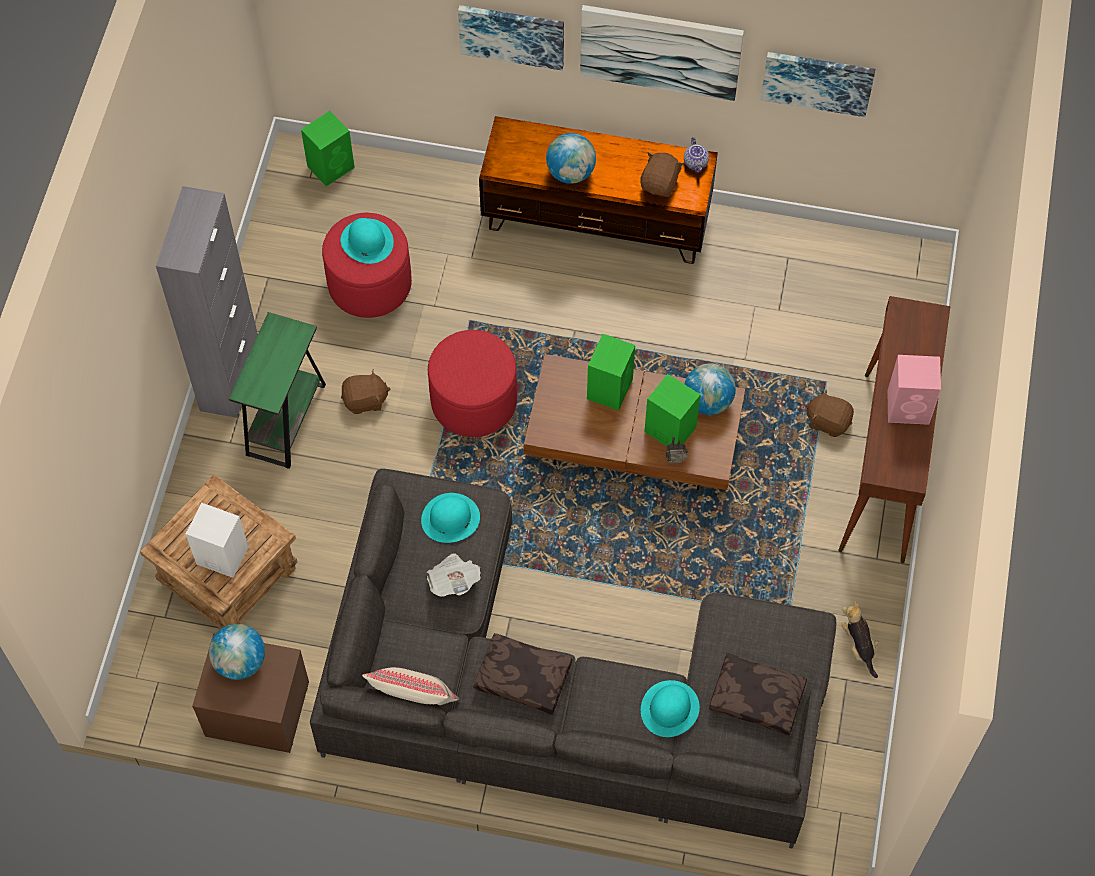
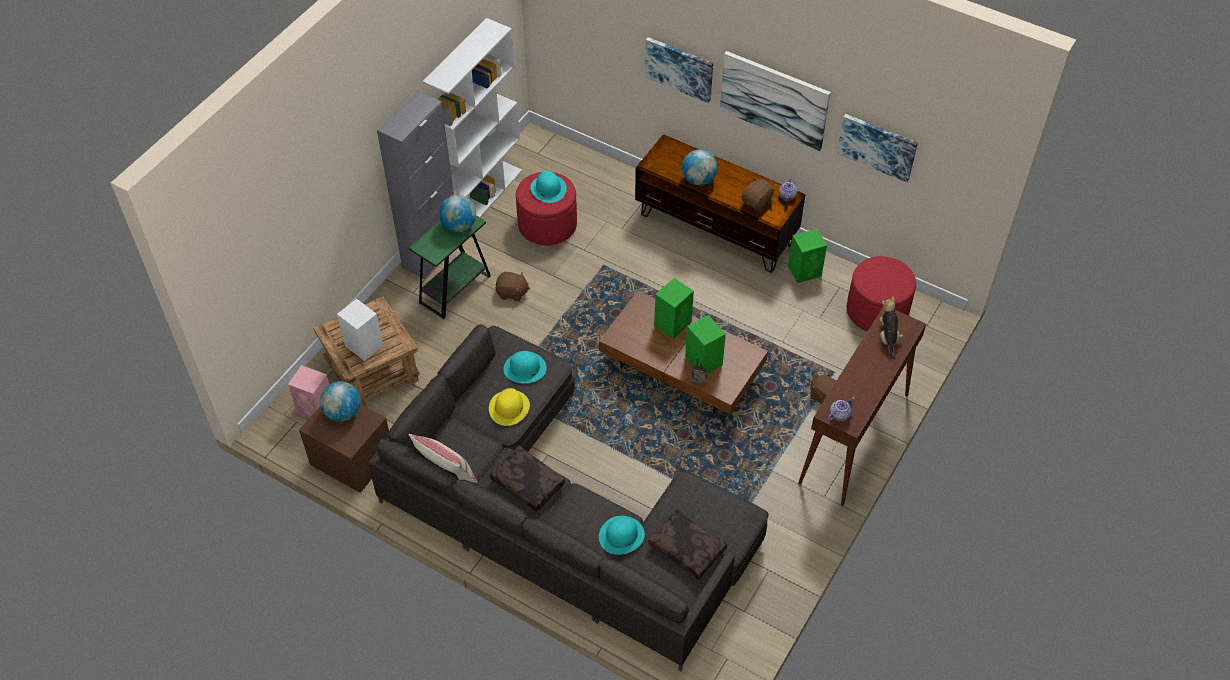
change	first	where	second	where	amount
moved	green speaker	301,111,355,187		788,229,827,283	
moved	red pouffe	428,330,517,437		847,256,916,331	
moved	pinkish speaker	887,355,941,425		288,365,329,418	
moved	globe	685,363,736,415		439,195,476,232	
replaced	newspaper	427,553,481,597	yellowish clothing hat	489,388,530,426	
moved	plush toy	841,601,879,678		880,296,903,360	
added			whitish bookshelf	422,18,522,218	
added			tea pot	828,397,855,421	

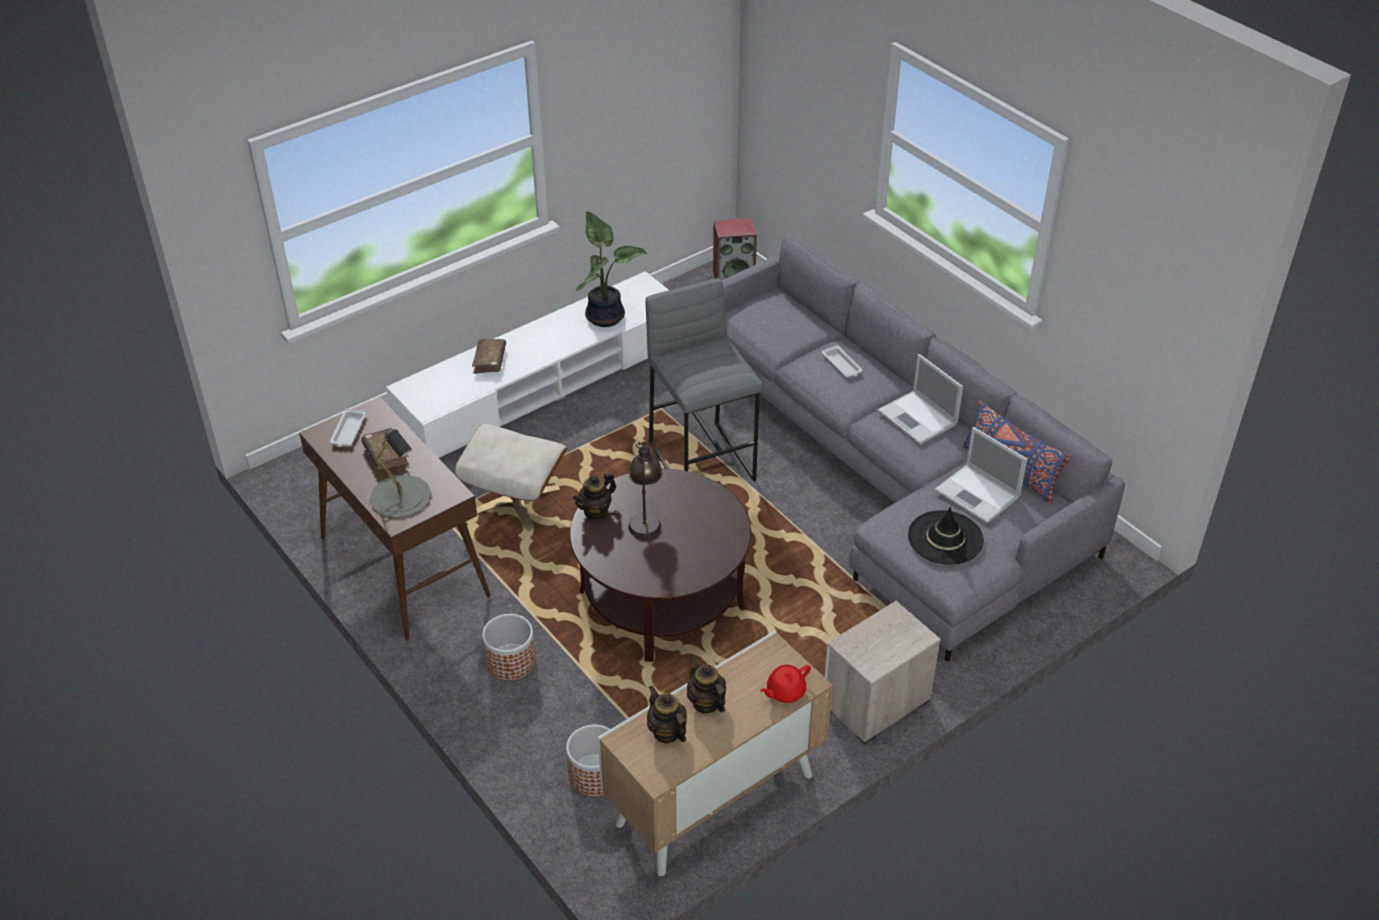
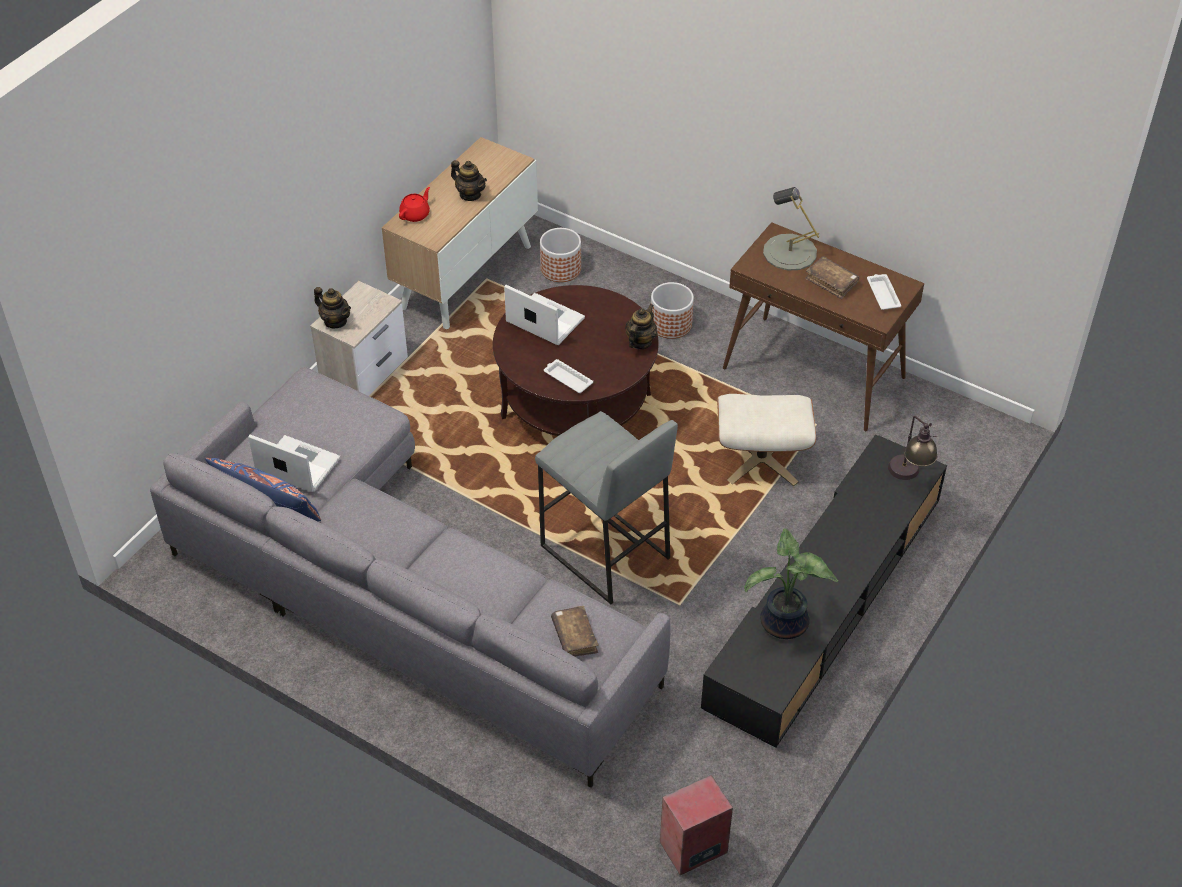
change	first	where	second	where	amount
recoloured	whitish tv unit	386,271,668,458	black-coloured tv unit	701,434,947,748	
moved	brownish volume	472,339,506,374		551,606,599,657	
moved	whitish serving tray	821,345,863,377		544,359,593,393	
moved	notebook computer	878,354,963,445		504,285,585,345	
moved	table lamp	628,441,662,539		888,416,937,480	
removed	black-coloured clothing hat	908,507,984,565			
moved	tea pot	647,685,687,743		314,287,351,328	

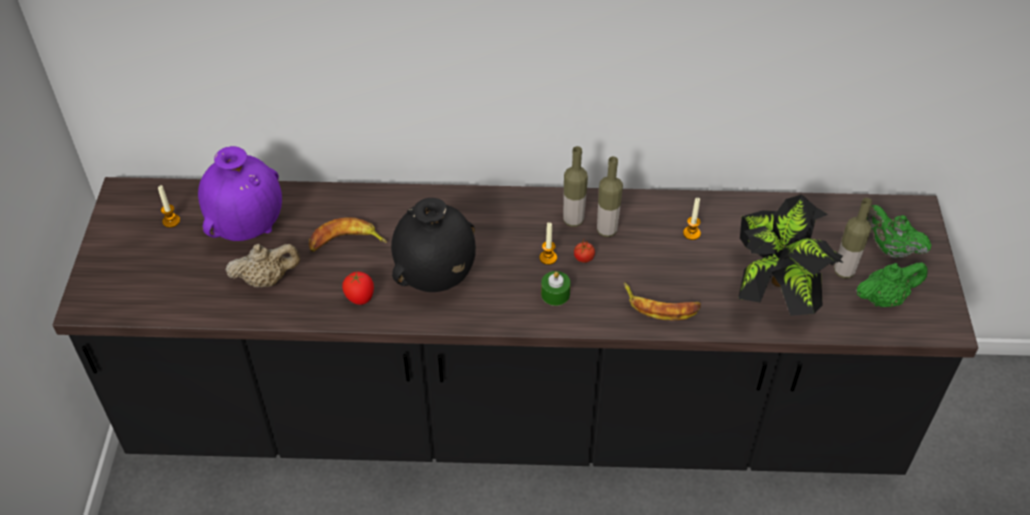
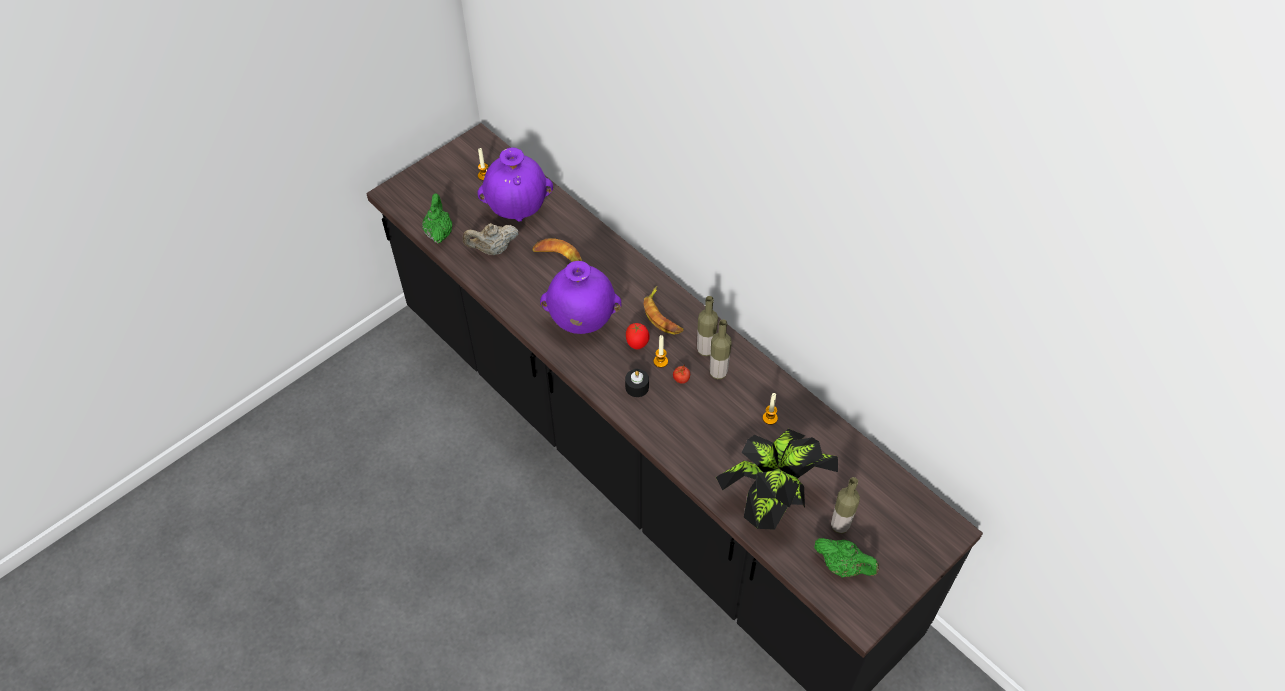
change	first	where	second	where	amount
recoloured	black-coloured flower vase	391,198,476,292	purplish flower vase	540,261,622,334	
moved	green tea pot	866,205,932,258		422,193,452,243	
turned	beige tea pot	225,244,300,287		463,223,519,255	135 degrees clockwise
recoloured	green wax candle	541,271,571,306	black-coloured wax candle	625,369,649,397	
moved	fresh tomato	342,272,374,305		626,323,649,349	
moved	whole banana	624,283,701,321		644,286,684,335	

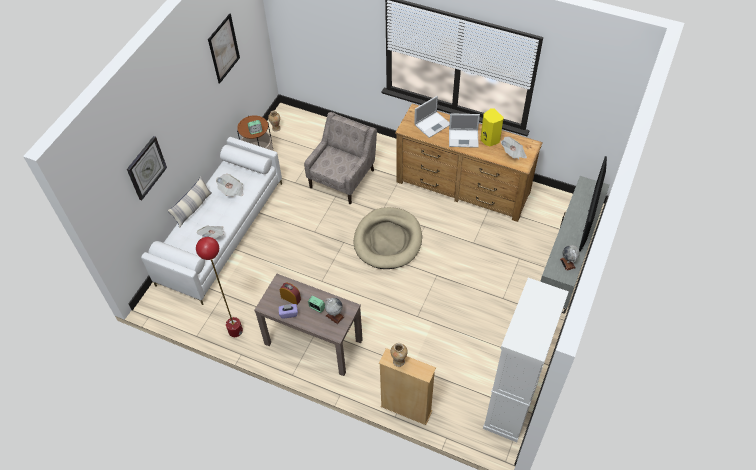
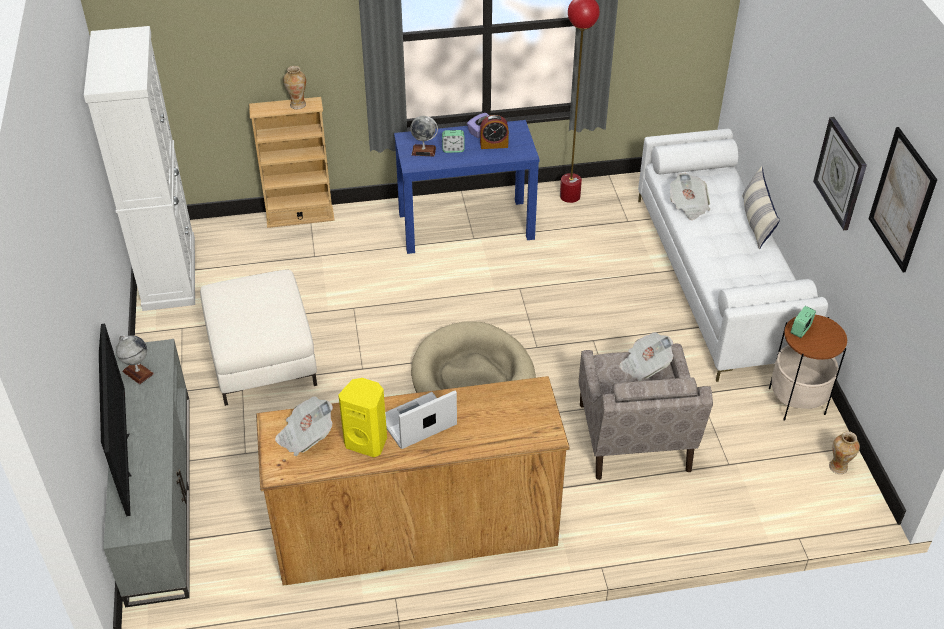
change	first	where	second	where	amount
removed	notebook computer	414,96,450,138			
moved	clock on the wall	127,136,167,200		813,117,867,231	
moved	newspaper	216,174,243,197		619,332,673,381	
recoloured	brownish hall table	254,273,363,376	blue-coloured hall table	394,120,540,254	
added			whitish pouffe	200,270,317,406	

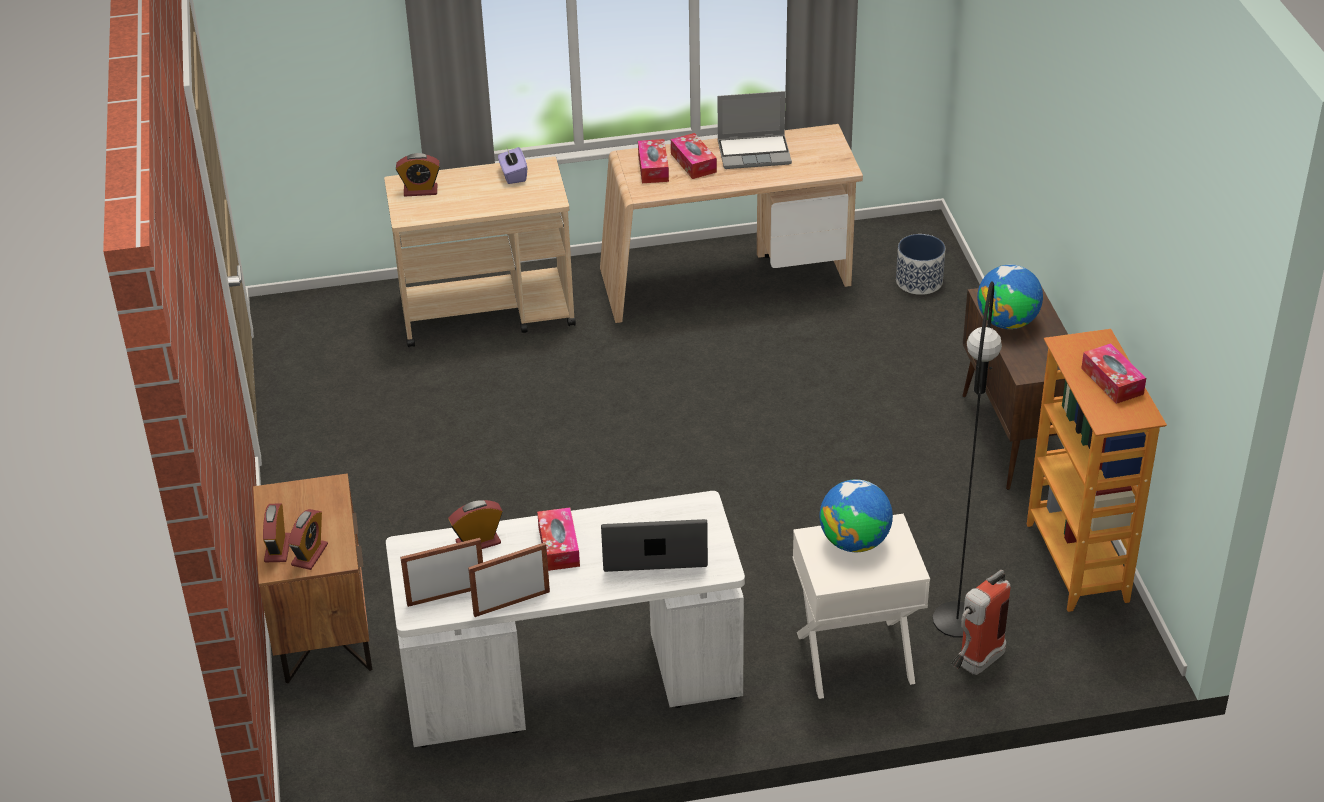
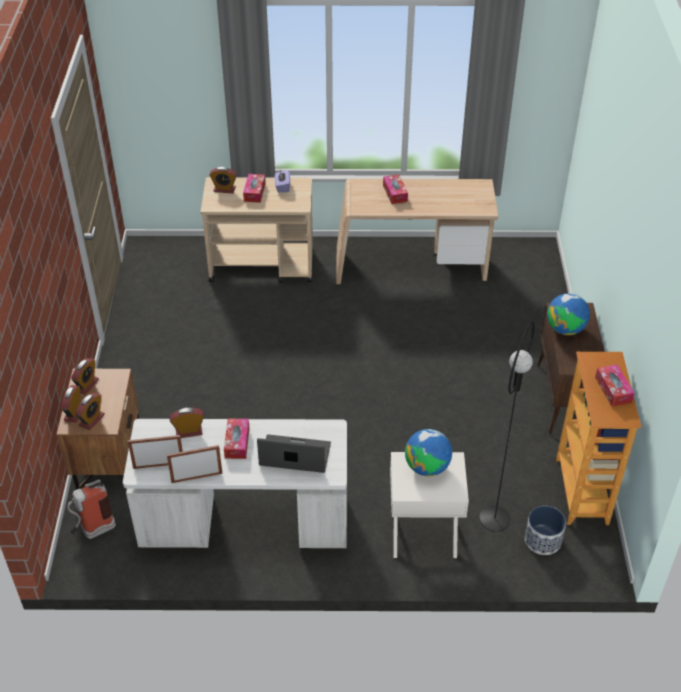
change	first	where	second	where	amount
removed	notebook computer	718,91,792,169			
moved	tissue box	638,139,669,183		243,174,266,203	
moved	plant pot	896,234,945,295		525,506,566,555	
moved	fire-fighting cylinder	951,570,1011,675		67,480,116,539	
added			table clock	71,358,99,395	

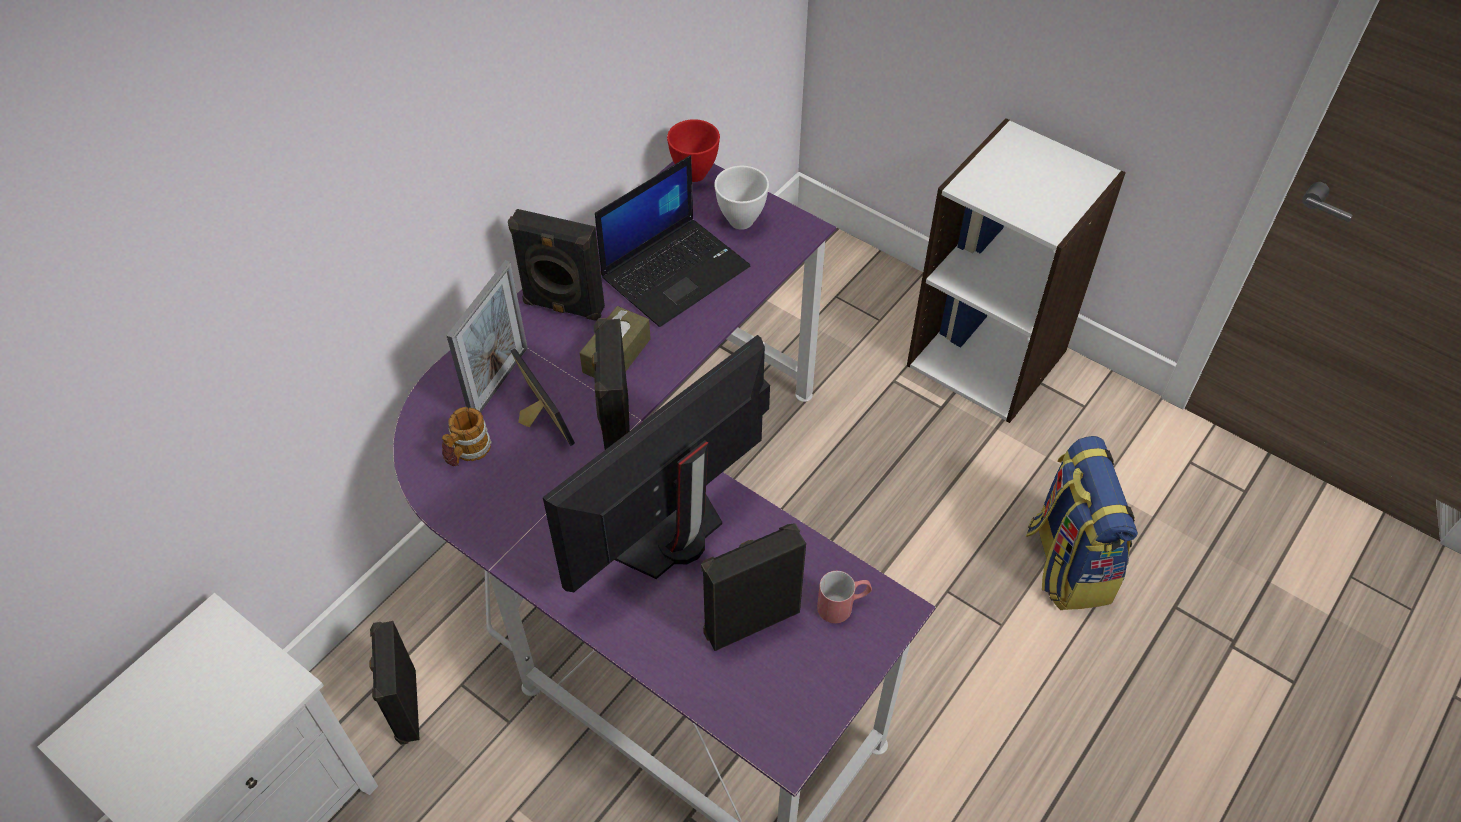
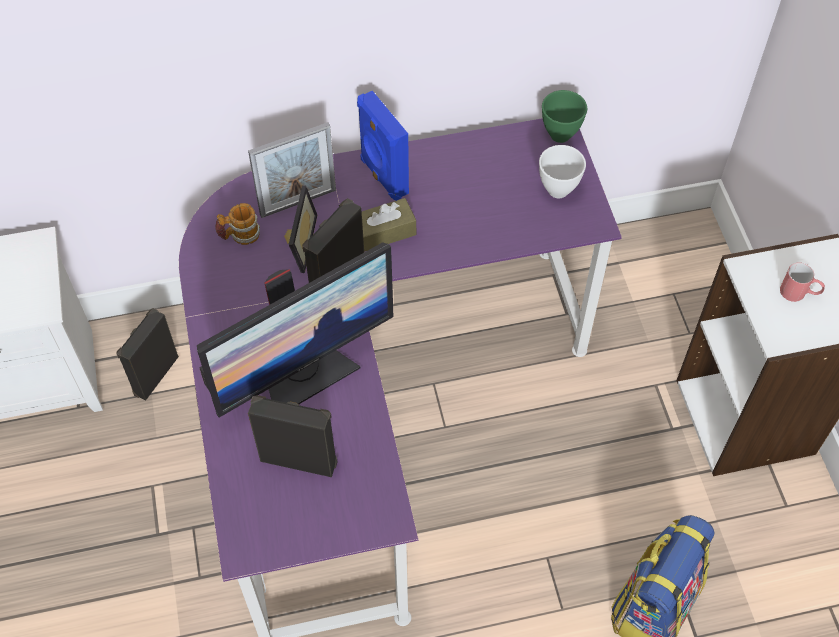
change	first	where	second	where	amount
recoloured	red serving bowl	667,119,720,182	green serving bowl	542,90,587,143	
removed	notebook computer	595,155,750,327			
recoloured	black-coloured speaker	508,209,605,321	blue-coloured speaker	357,91,409,201	
turned	monitor	543,335,770,592		197,242,394,417	150 degrees clockwise
moved	red tea mug	817,571,872,623		780,262,825,302	

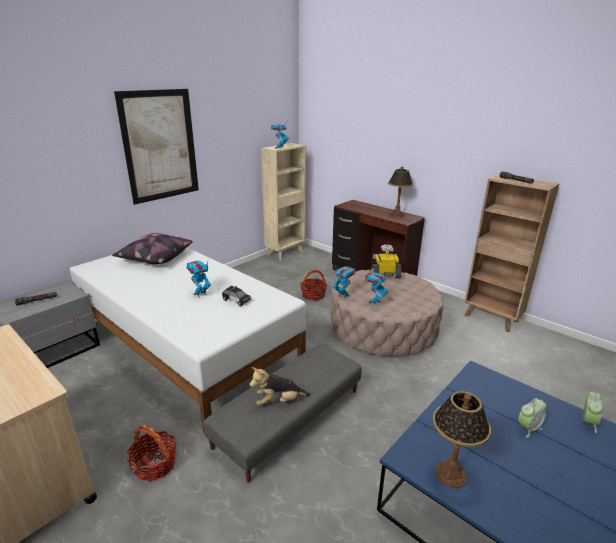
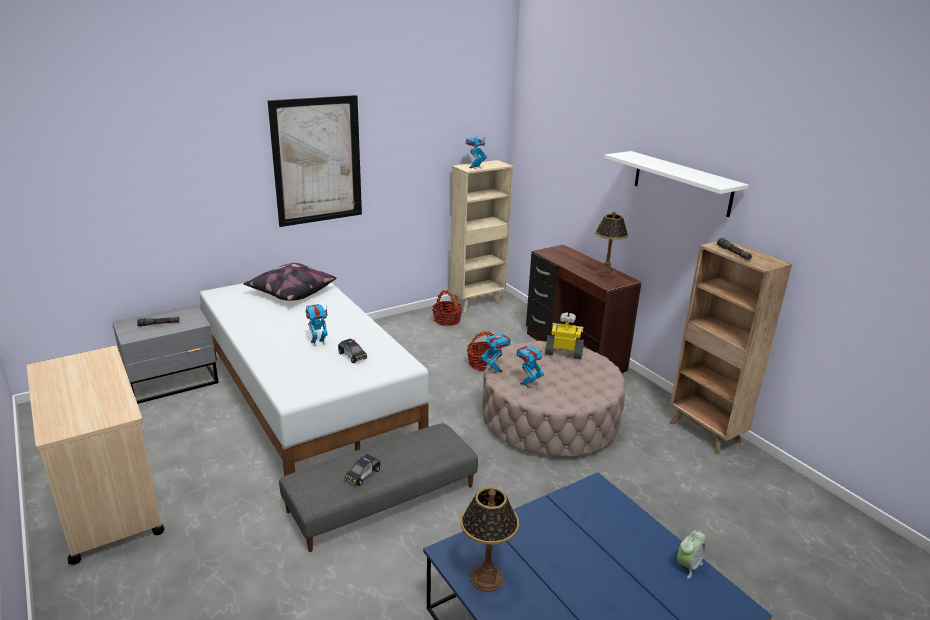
change	first	where	second	where	amount
replaced	plush toy	249,367,310,405	toy car	345,454,381,486	
removed	table clock	518,398,547,438			
moved	basket	127,425,176,482		432,290,463,326	
added			whitish shelf	604,151,748,217	

